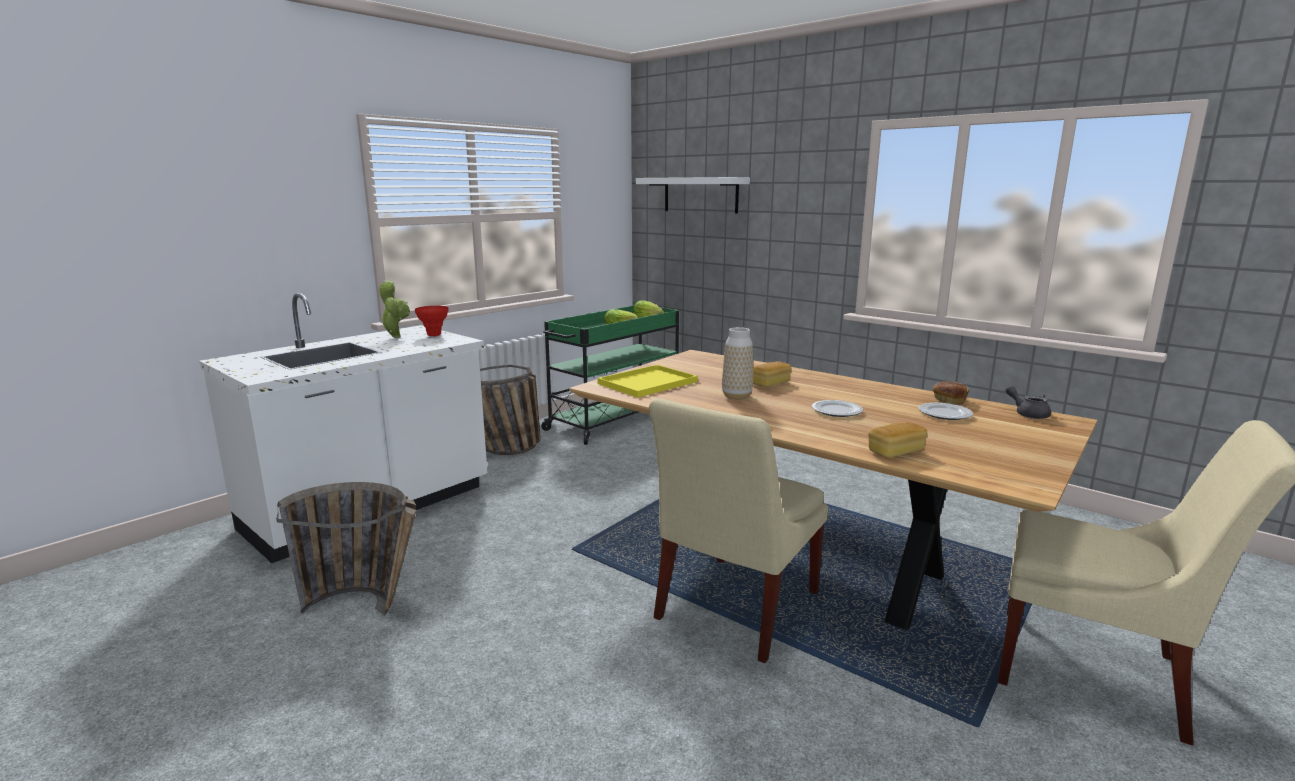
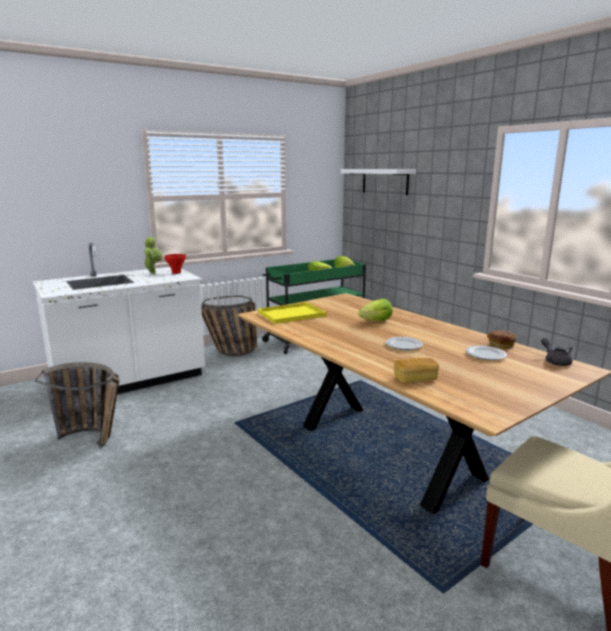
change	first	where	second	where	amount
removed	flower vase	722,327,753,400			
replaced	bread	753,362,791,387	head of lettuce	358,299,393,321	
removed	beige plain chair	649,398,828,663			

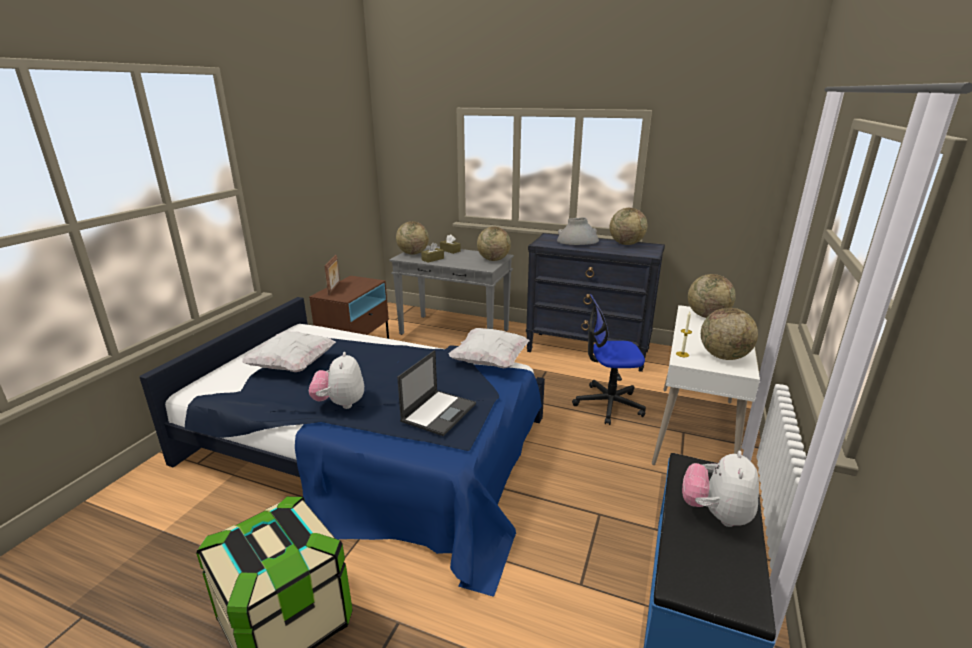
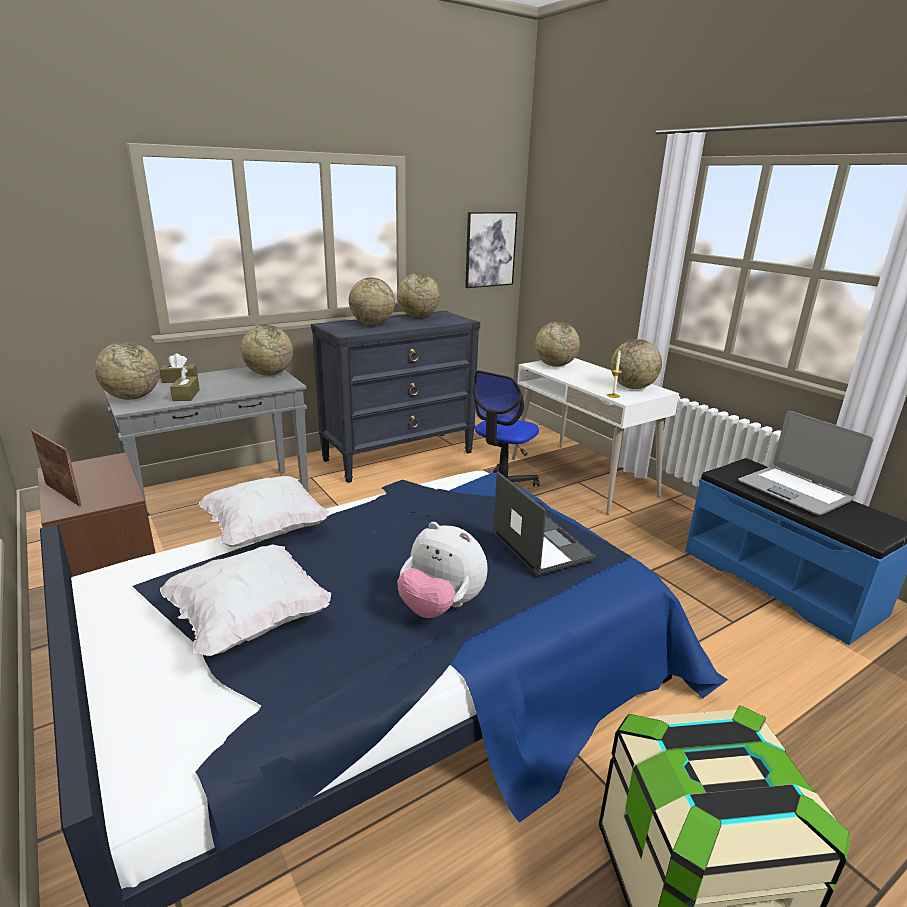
change	first	where	second	where	amount
replaced	greyish flower vase	557,217,599,245	globe	349,278,395,325	
moved	whitish cushion	448,328,530,369		199,476,329,547	
replaced	plush toy	682,451,759,527	notebook computer	738,411,874,515	
added			wall art	465,212,518,288	

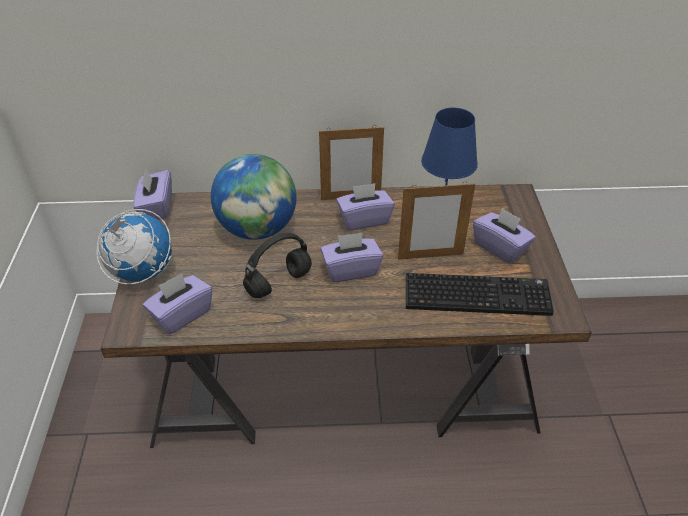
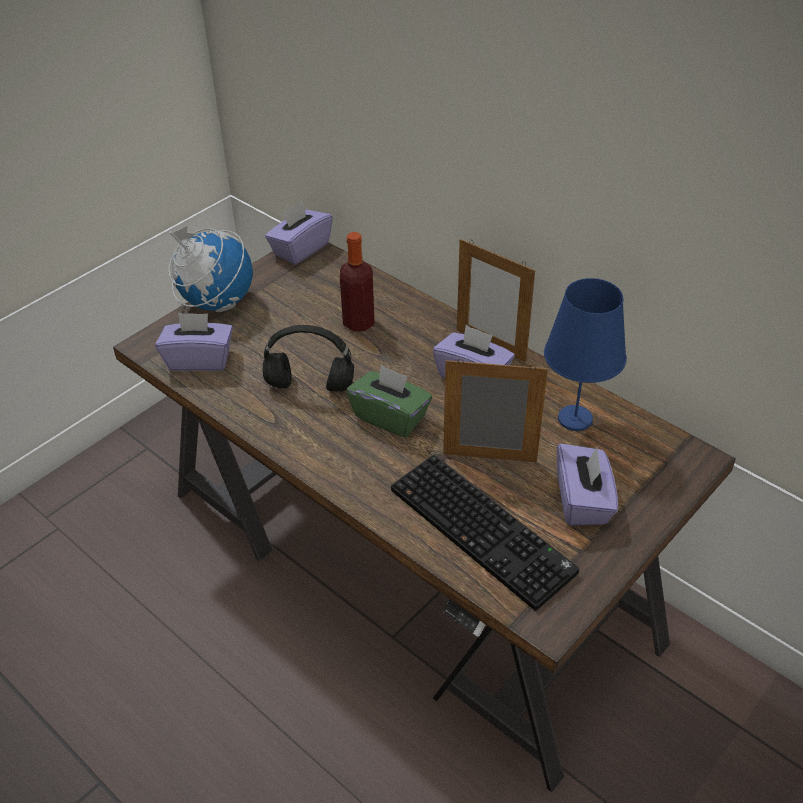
change	first	where	second	where	amount
replaced	globe	211,154,296,240	bottle	340,232,374,331	
turned	picture frame	398,181,475,260		443,359,548,463	150 degrees clockwise
recoloured	purplish tissue box	320,233,383,282	green tissue box	347,365,432,437	

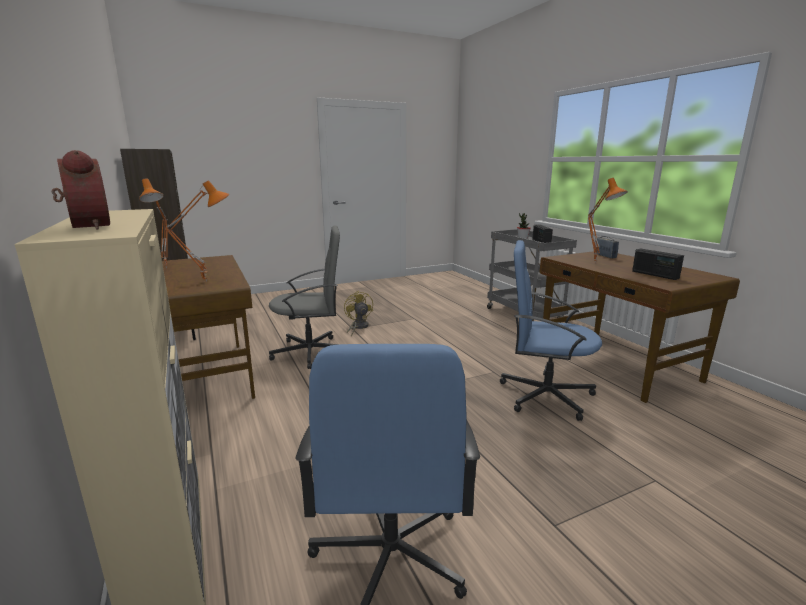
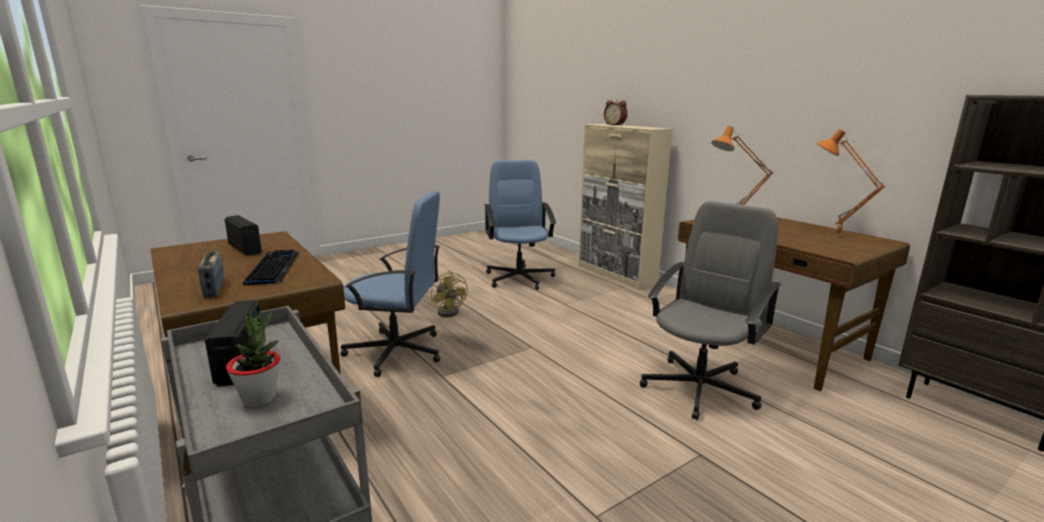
change	first	where	second	where	amount
replaced	orange table lamp	588,178,628,263	PC keyboard	243,250,299,286	
turned	greyish computer chair	269,226,340,369		640,201,781,420	150 degrees clockwise
moved	yellowish fan	344,291,373,337		431,271,468,317	

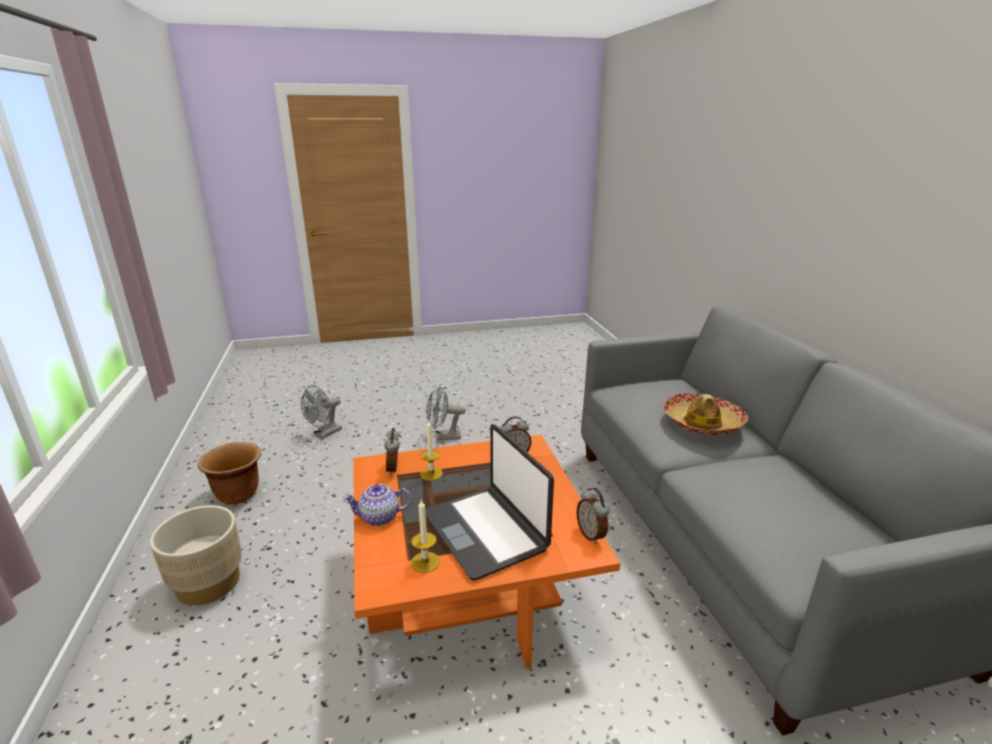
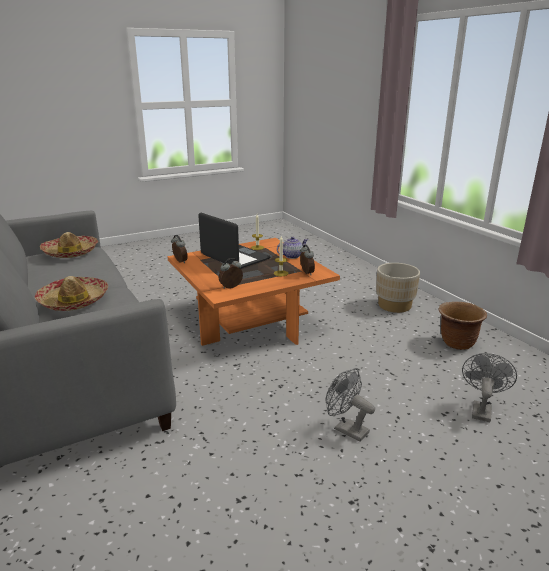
change	first	where	second	where	amount
turned	greyish fan	426,386,466,441		325,369,375,442	120 degrees counterclockwise
added			clothing hat	40,232,98,258	

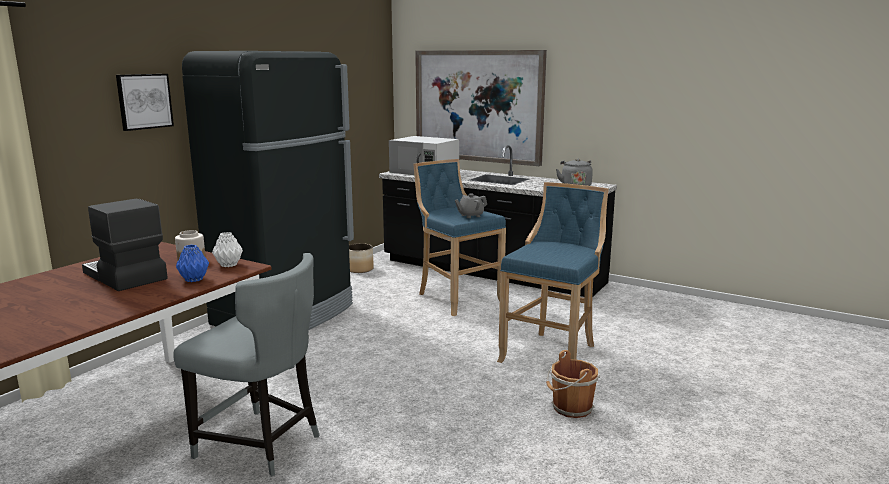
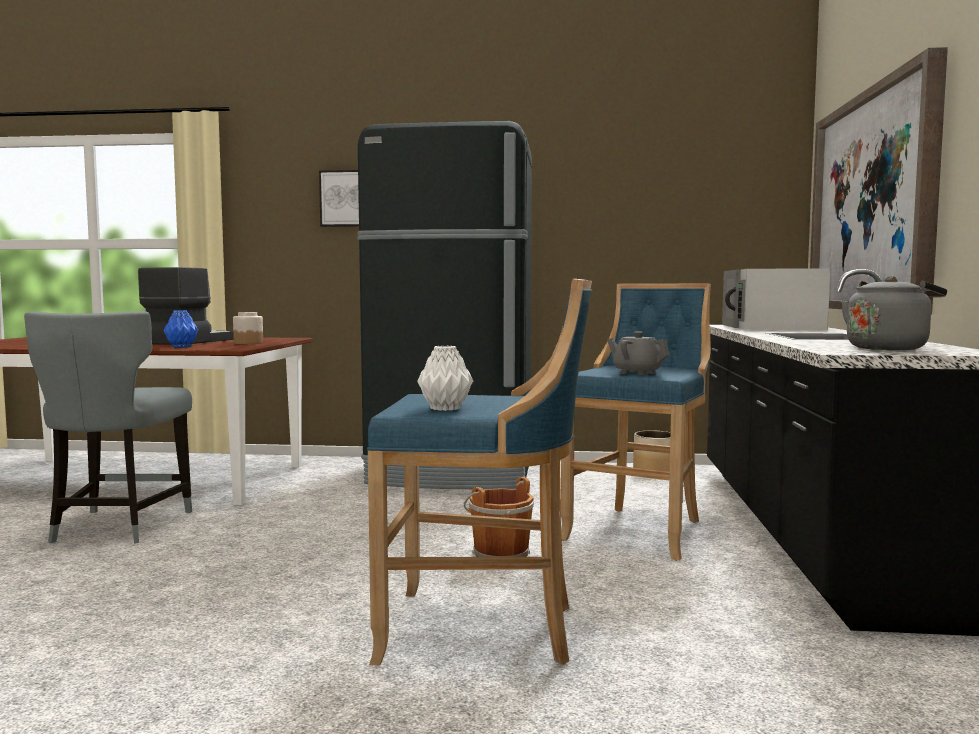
change	first	where	second	where	amount
moved	whitish flower vase	212,232,243,267		417,345,473,411	
moved	brownish pail	546,350,600,418		464,477,534,557	

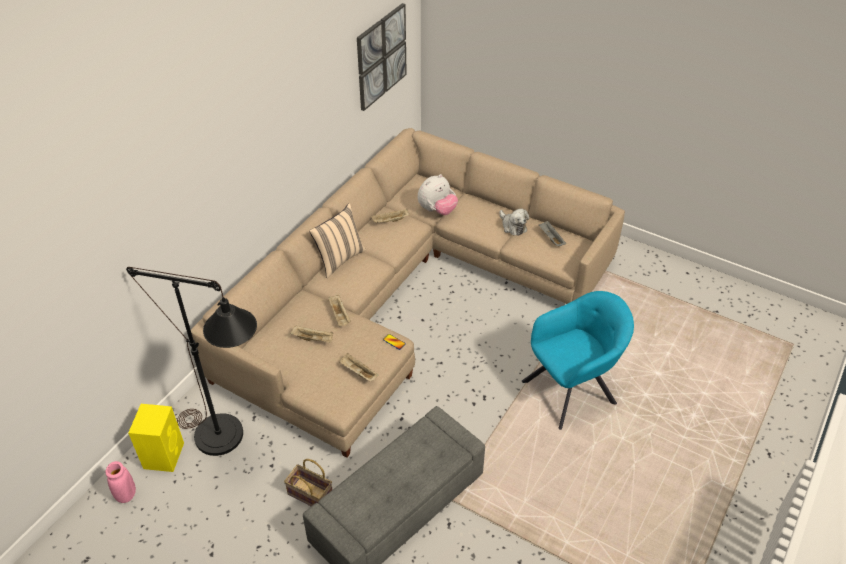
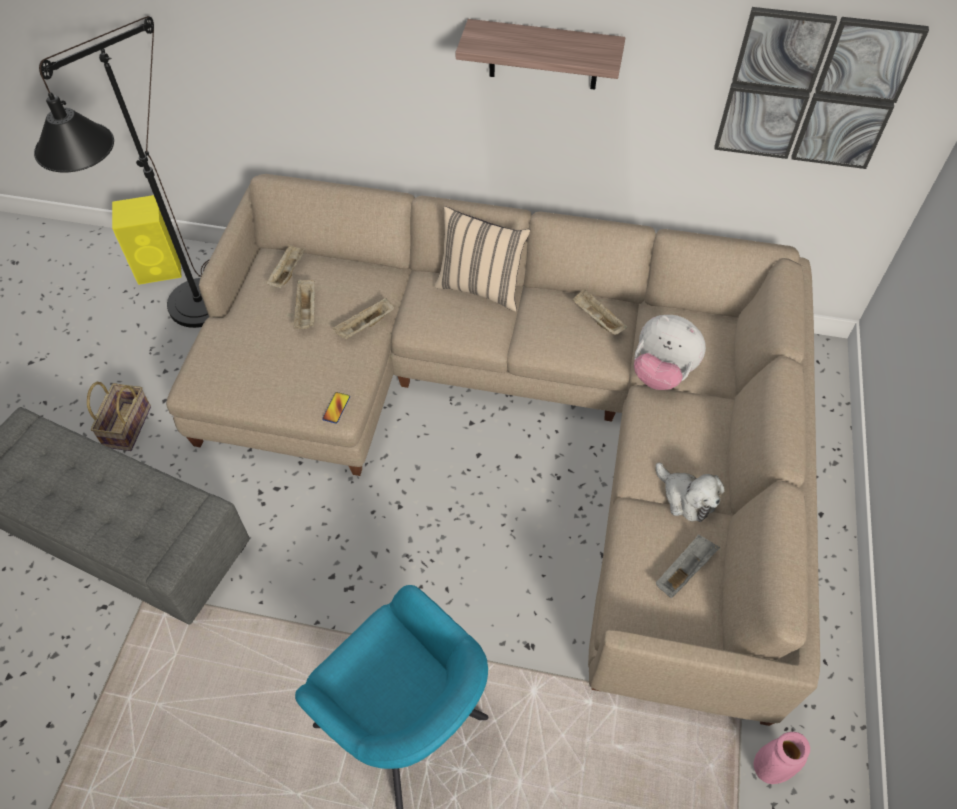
change	first	where	second	where	amount
turned	plush toy	500,209,529,236		656,462,725,522	75 degrees counterclockwise
moved	beige serving tray	340,353,379,382		266,244,307,288	
moved	pinkish flower vase	105,461,136,503		754,732,810,784	
added			shelf	456,19,625,90	

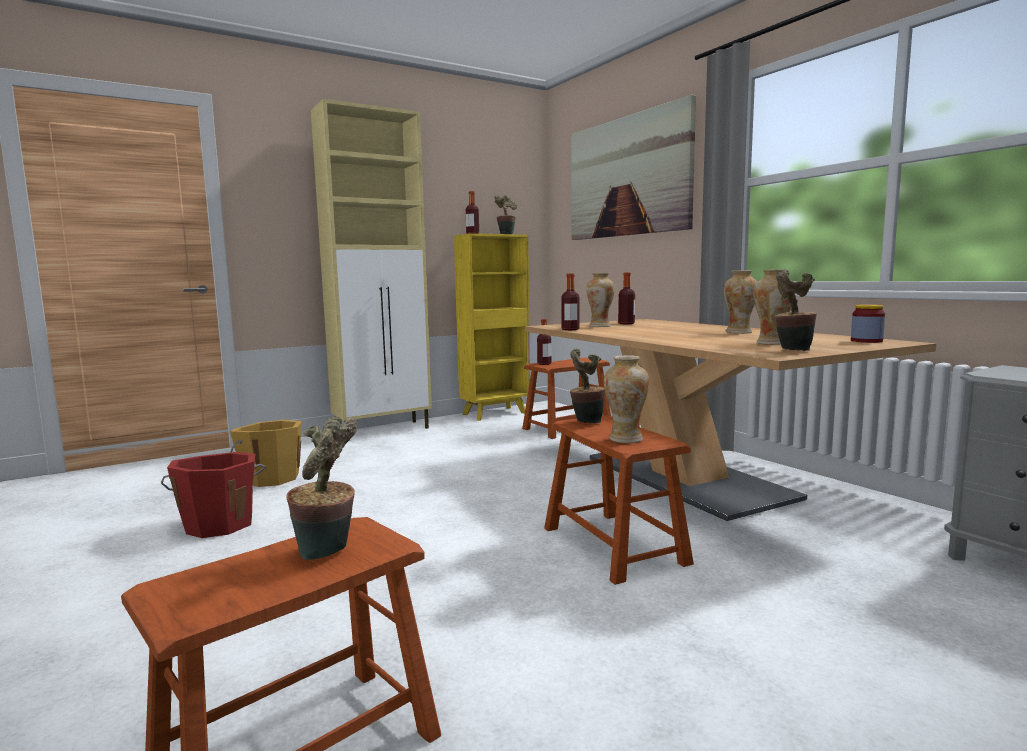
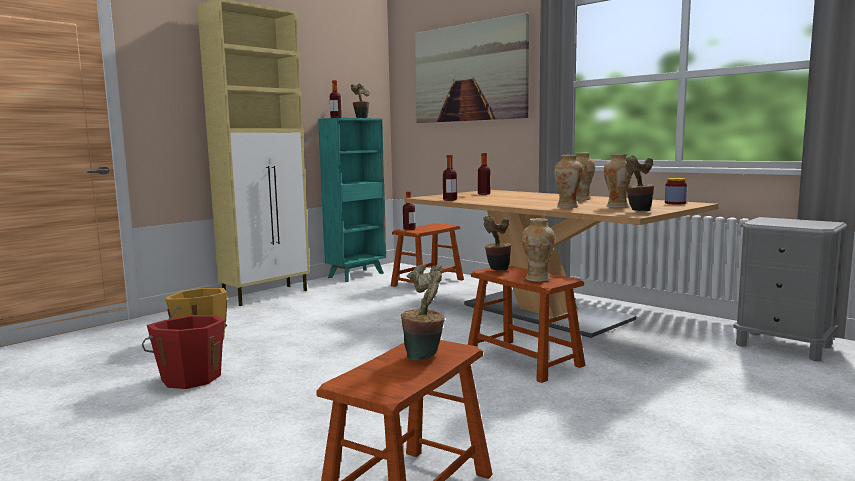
change	first	where	second	where	amount
recoloured	yellowish bookshelf	454,233,530,421	turquoise-coloured bookshelf	318,118,386,282	
moved	flower vase	586,273,615,327		554,155,583,208	

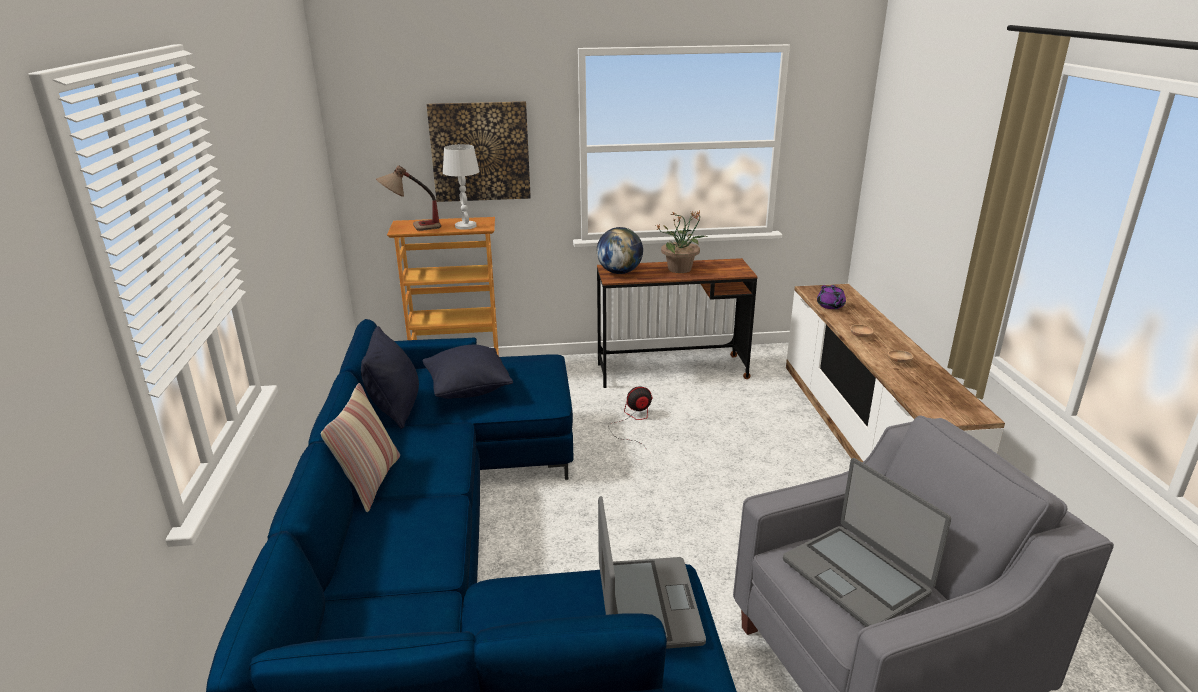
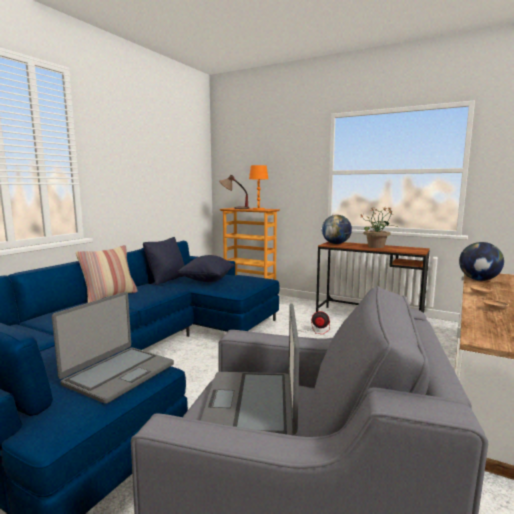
change	first	where	second	where	amount
removed	wall art	427,101,531,202			
recoloured	whitish table lamp	443,144,479,230	orange table lamp	249,165,268,210	
replaced	purplish tea pot	817,285,846,309	globe	459,242,504,281	

